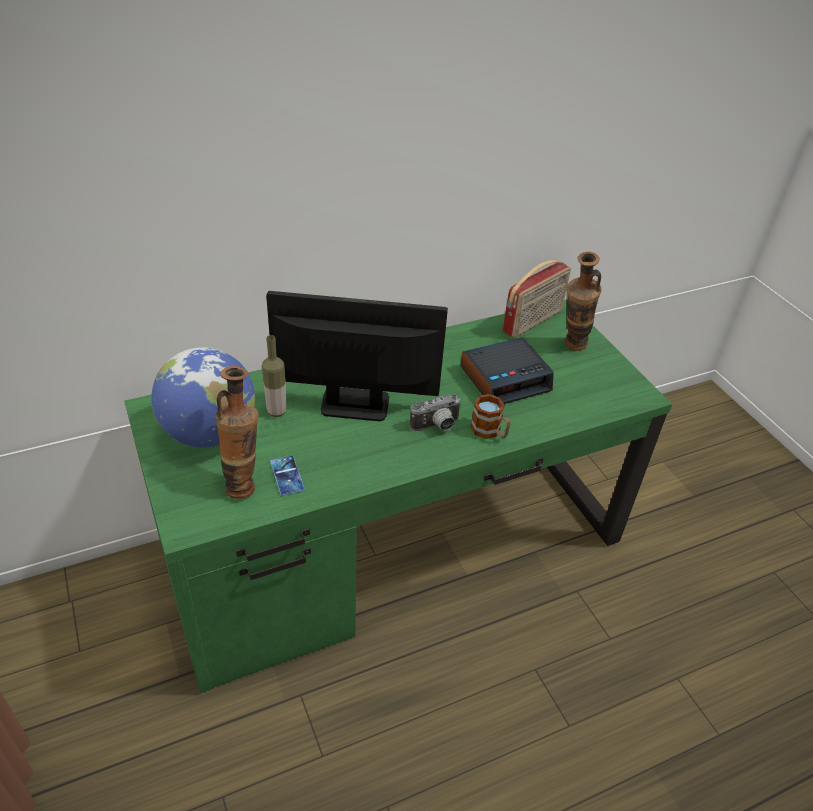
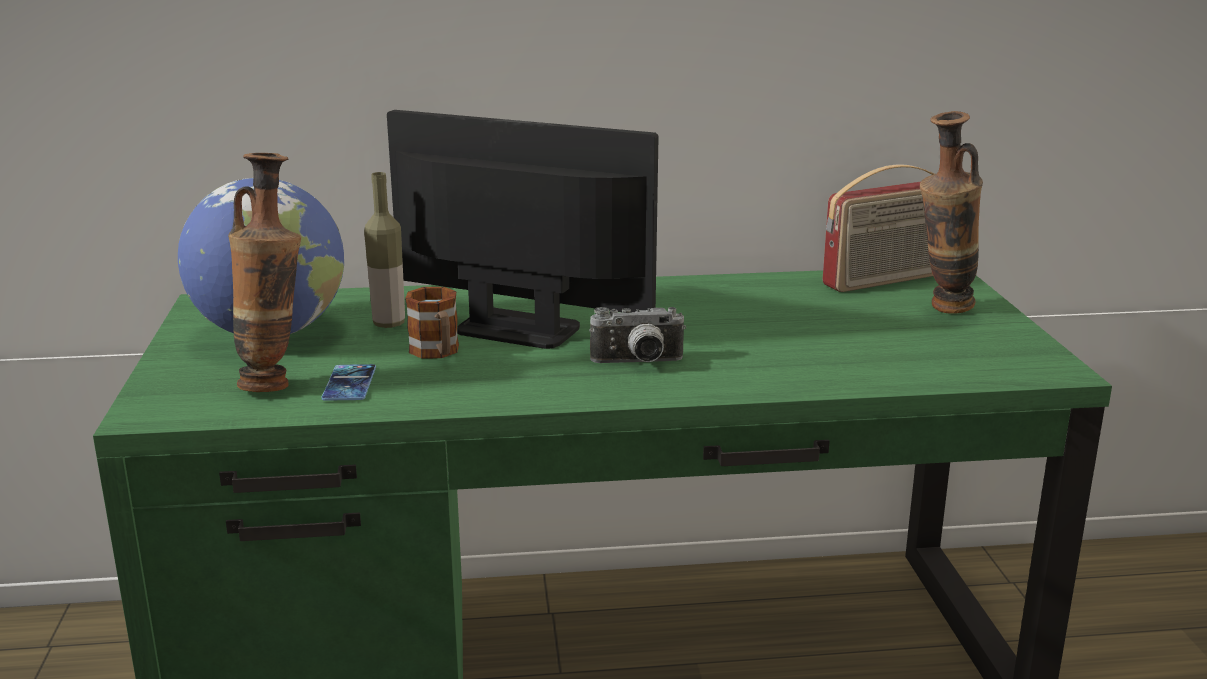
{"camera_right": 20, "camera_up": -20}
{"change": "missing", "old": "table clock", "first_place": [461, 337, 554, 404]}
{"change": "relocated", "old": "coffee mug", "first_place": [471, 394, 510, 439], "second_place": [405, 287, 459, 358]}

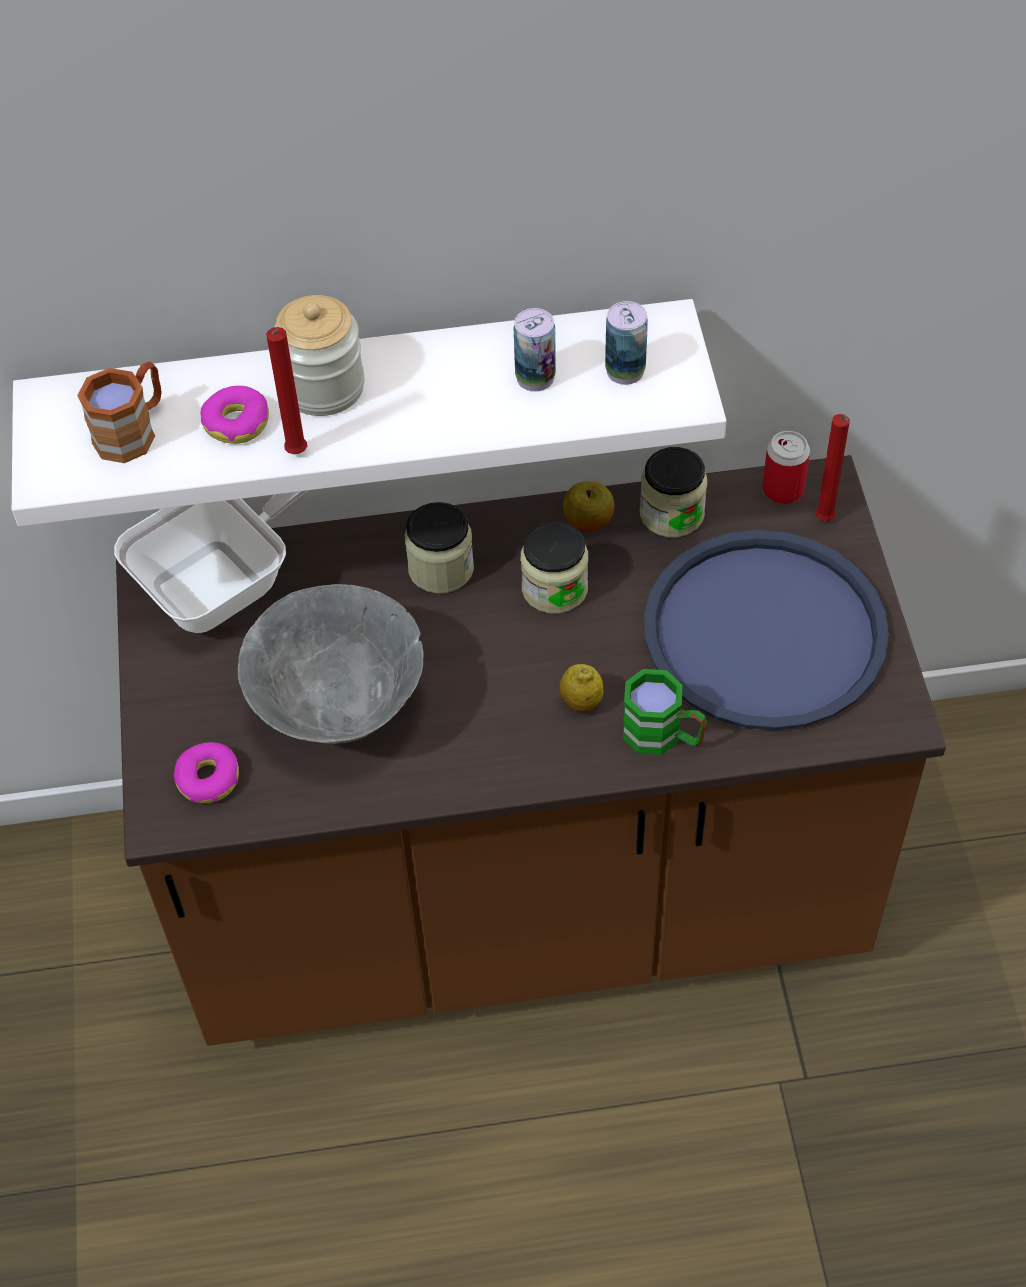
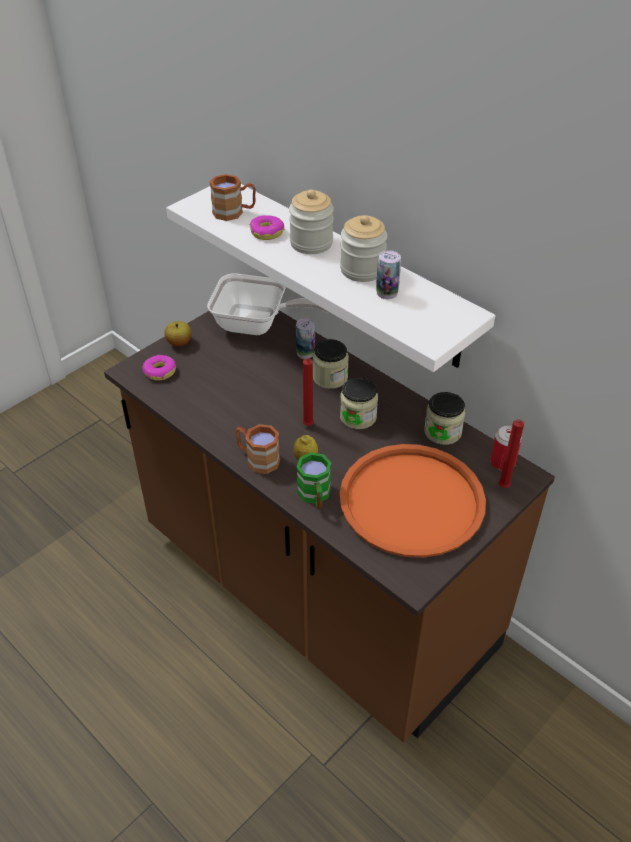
{"camera_right": 50, "camera_up": -10}
{"change": "relocated", "old": "sealed can", "first_place": [605, 301, 648, 385], "second_place": [296, 318, 315, 358]}
{"change": "relocated", "old": "wax candle (red-coloured)", "first_place": [266, 327, 307, 454], "second_place": [299, 357, 314, 426]}
{"change": "relocated", "old": "whole apple", "first_place": [563, 481, 615, 532], "second_place": [164, 321, 192, 347]}
{"change": "colour", "old": "carrying tray (bluish)", "new": "carrying tray (orange)", "first_place": [644, 530, 889, 730], "second_place": [340, 444, 486, 558]}
{"change": "missing", "old": "bowl (gray)", "first_place": [238, 584, 424, 744]}
{"change": "appeared", "new": "preserve jar", "second_place": [340, 215, 387, 282]}
{"change": "appeared", "new": "coffee mug (brown)", "second_place": [235, 424, 280, 474]}

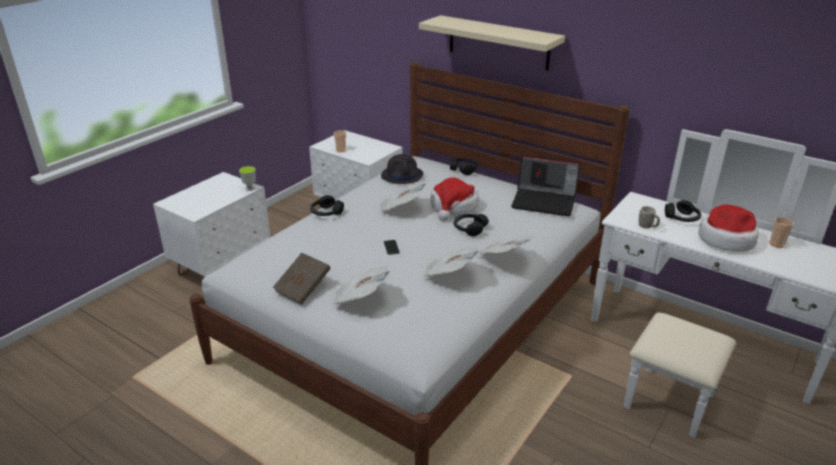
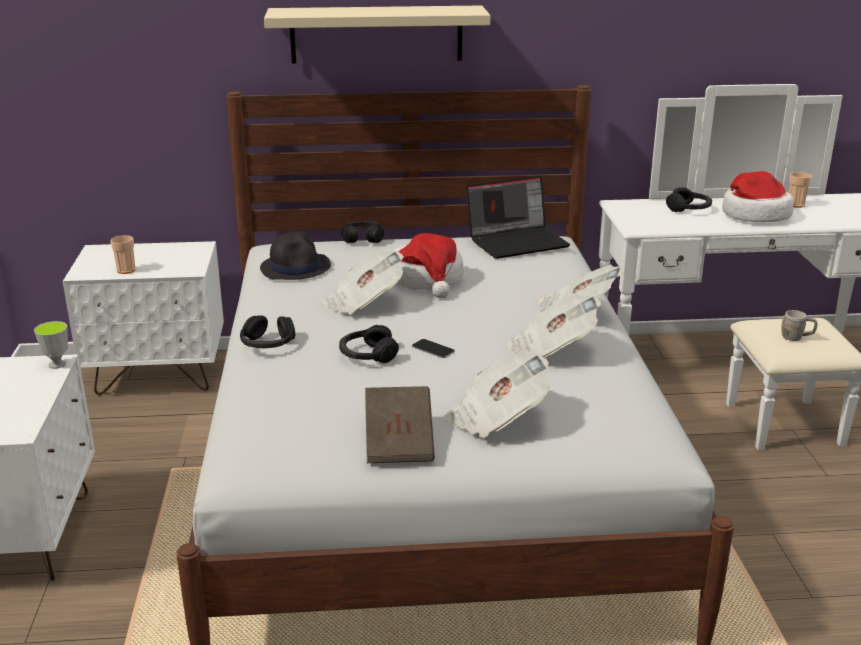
{"camera_right": -40, "camera_up": -5}
{"change": "relocated", "old": "coffee mug (gray)", "first_place": [639, 206, 660, 228], "second_place": [781, 310, 818, 341]}
{"change": "relocated", "old": "headset (black)", "first_place": [454, 214, 489, 236], "second_place": [339, 325, 399, 363]}

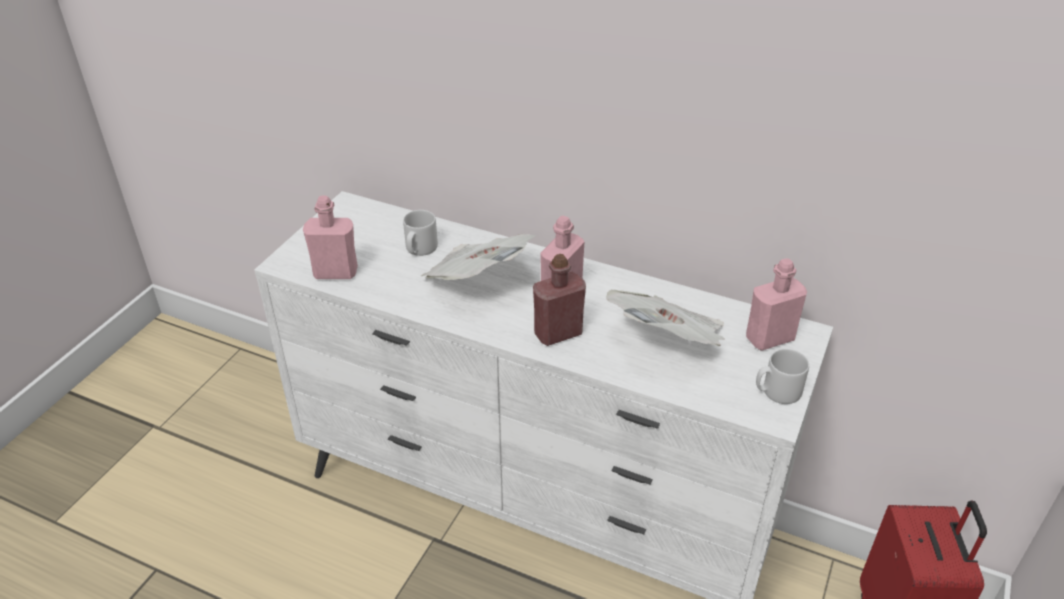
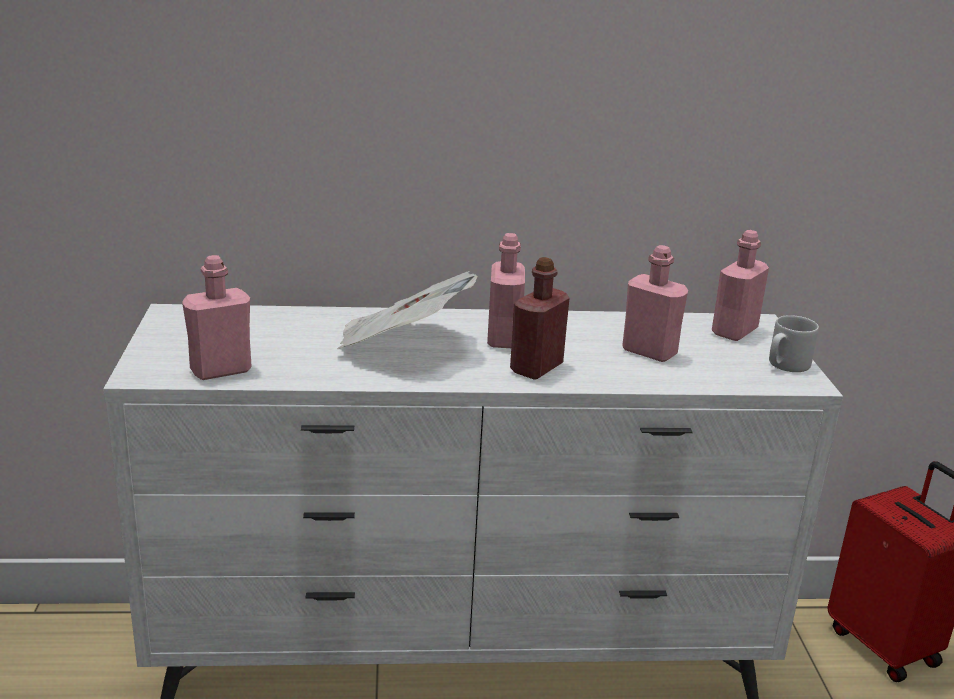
{"camera_right": -30, "camera_up": -15}
{"change": "missing", "old": "coffee mug (gray)", "first_place": [403, 210, 438, 256]}
{"change": "exchanged", "old": "newspaper", "new": "beverage bottle (pinkish)", "first_place": [606, 290, 725, 346], "second_place": [622, 245, 688, 362]}

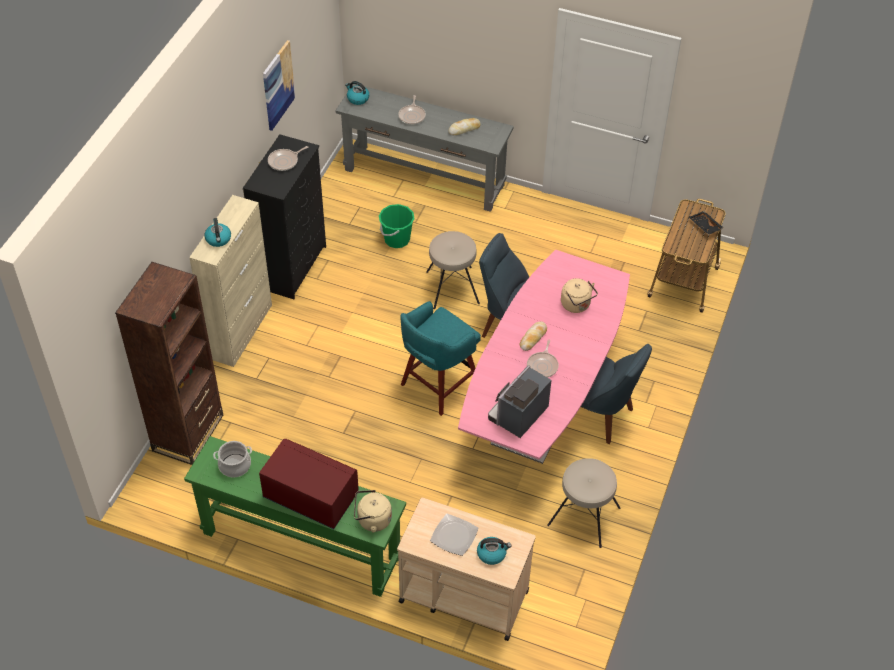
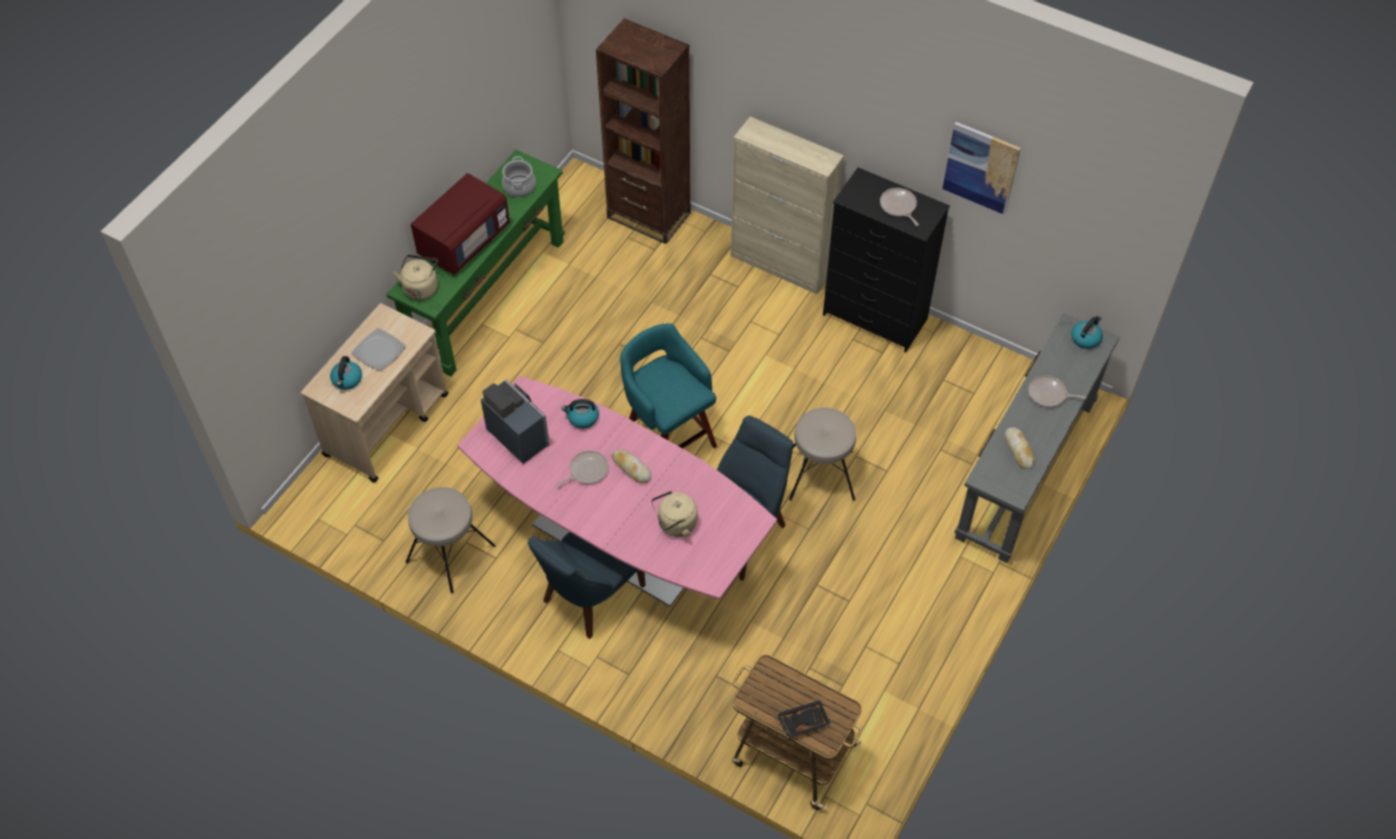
{"camera_right": 100, "camera_up": 5}
{"change": "missing", "old": "water bucket (green)", "first_place": [379, 204, 415, 248]}
{"change": "relocated", "old": "water kettle", "first_place": [204, 218, 231, 247], "second_place": [561, 399, 599, 429]}
{"change": "spun", "old": "pan", "first_place": [527, 339, 559, 378], "second_place": [556, 450, 609, 487], "degrees": 120}

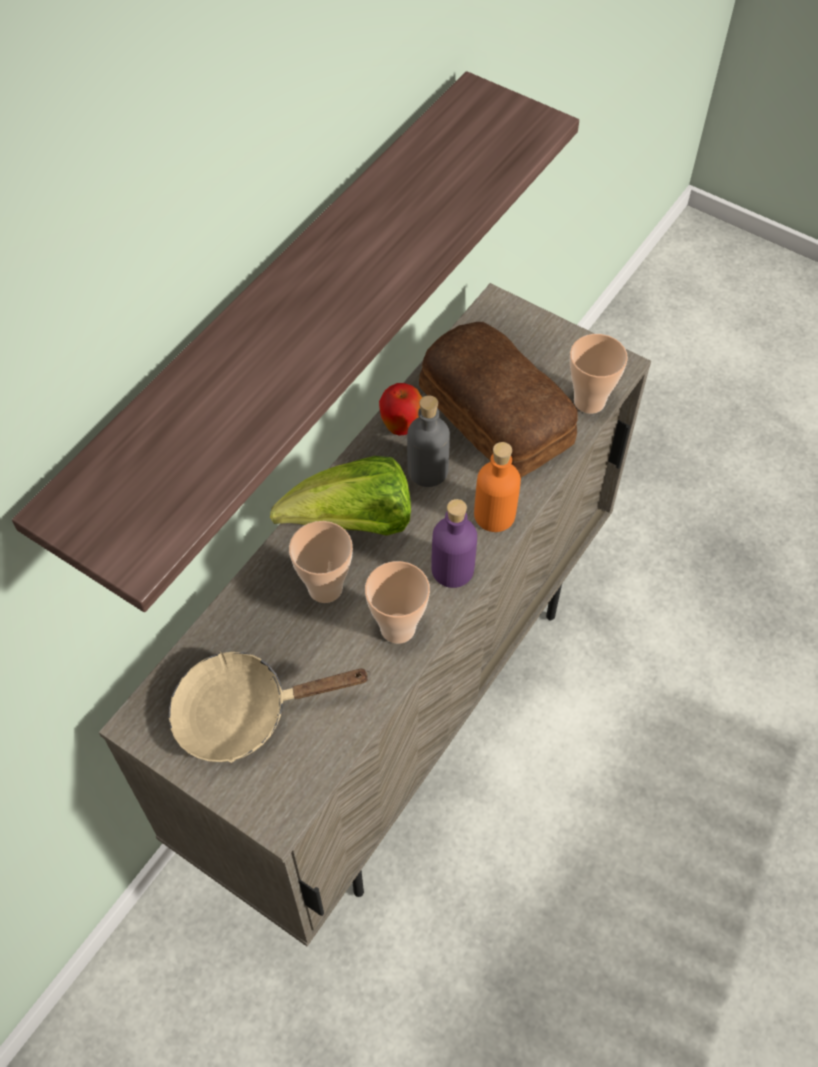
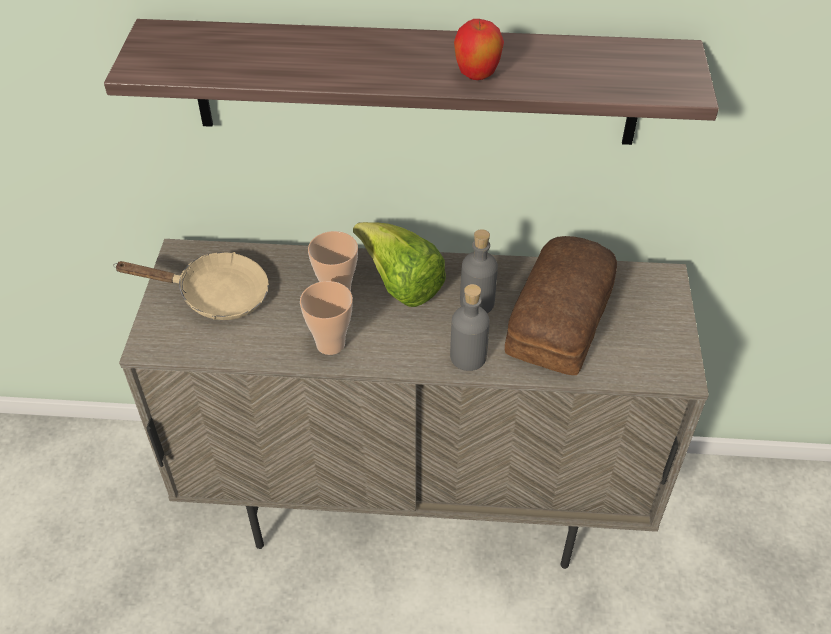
{"camera_right": 60, "camera_up": -10}
{"change": "missing", "old": "cup", "first_place": [570, 334, 628, 414]}
{"change": "relocated", "old": "whole apple", "first_place": [379, 383, 422, 436], "second_place": [454, 19, 504, 80]}
{"change": "colour", "old": "beverage bottle (orange)", "new": "beverage bottle (gray)", "first_place": [474, 442, 521, 532], "second_place": [450, 284, 490, 371]}
{"change": "missing", "old": "beverage bottle (purplish)", "first_place": [431, 499, 477, 588]}
{"change": "spun", "old": "pan (sand-coloured)", "first_place": [169, 651, 371, 763], "second_place": [113, 252, 269, 320], "degrees": 135}

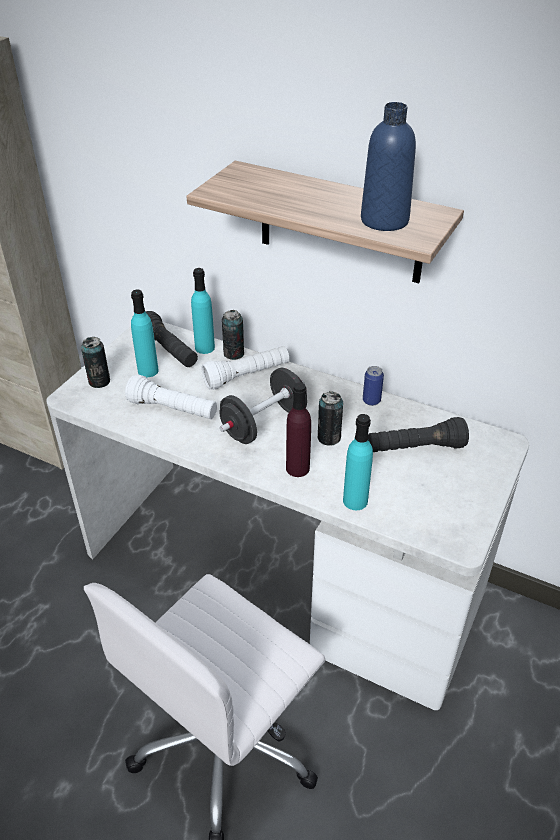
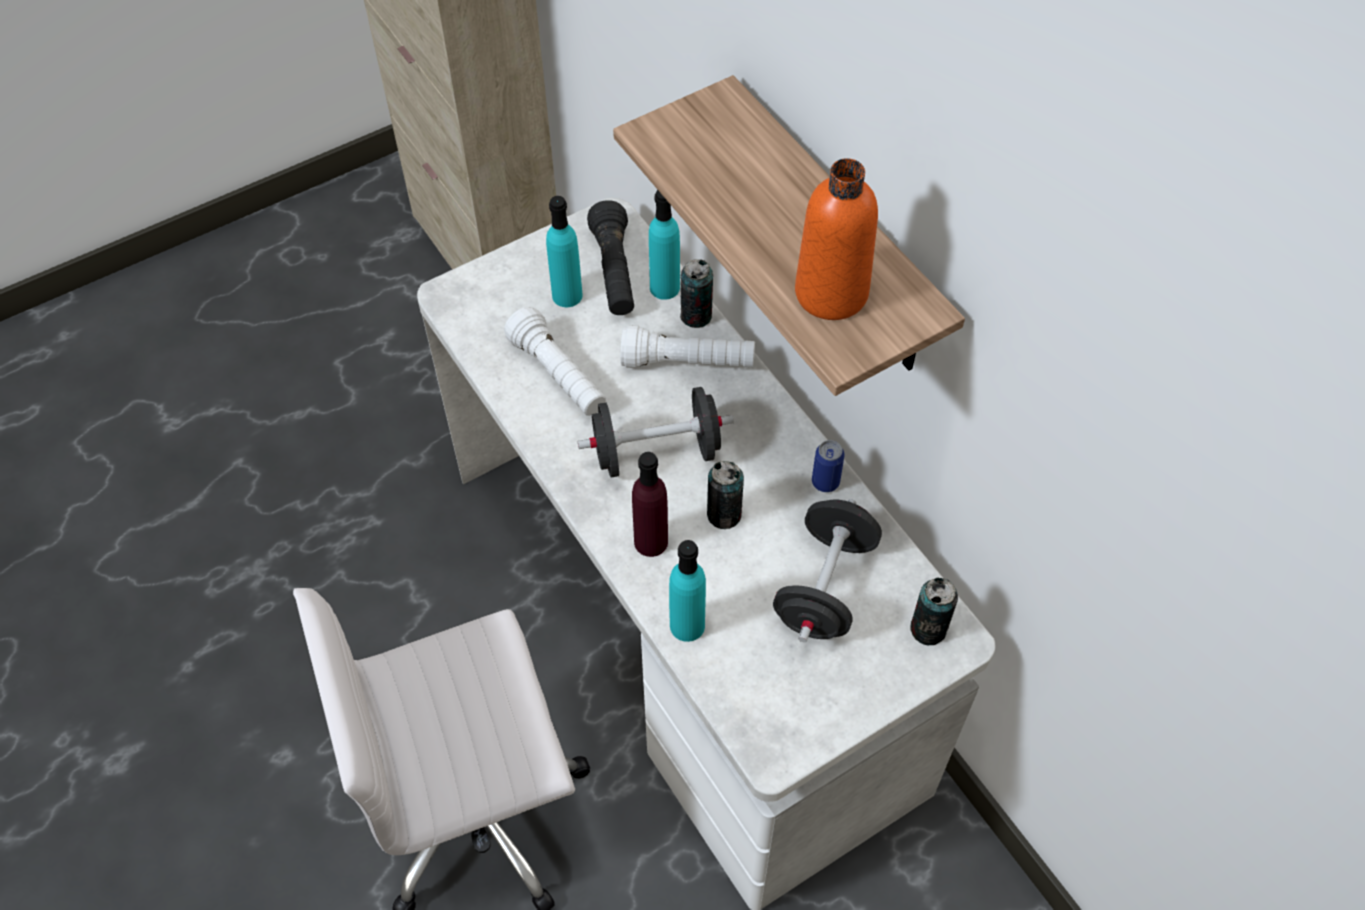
{"camera_right": 30, "camera_up": 15}
{"change": "colour", "old": "beverage bottle (bluish)", "new": "beverage bottle (orange)", "first_place": [361, 102, 416, 231], "second_place": [795, 158, 878, 320]}
{"change": "relocated", "old": "sealed can", "first_place": [81, 337, 110, 388], "second_place": [910, 578, 958, 646]}
{"change": "exchanged", "old": "torch (black)", "new": "free weight (black)", "first_place": [368, 417, 469, 452], "second_place": [773, 499, 882, 642]}

